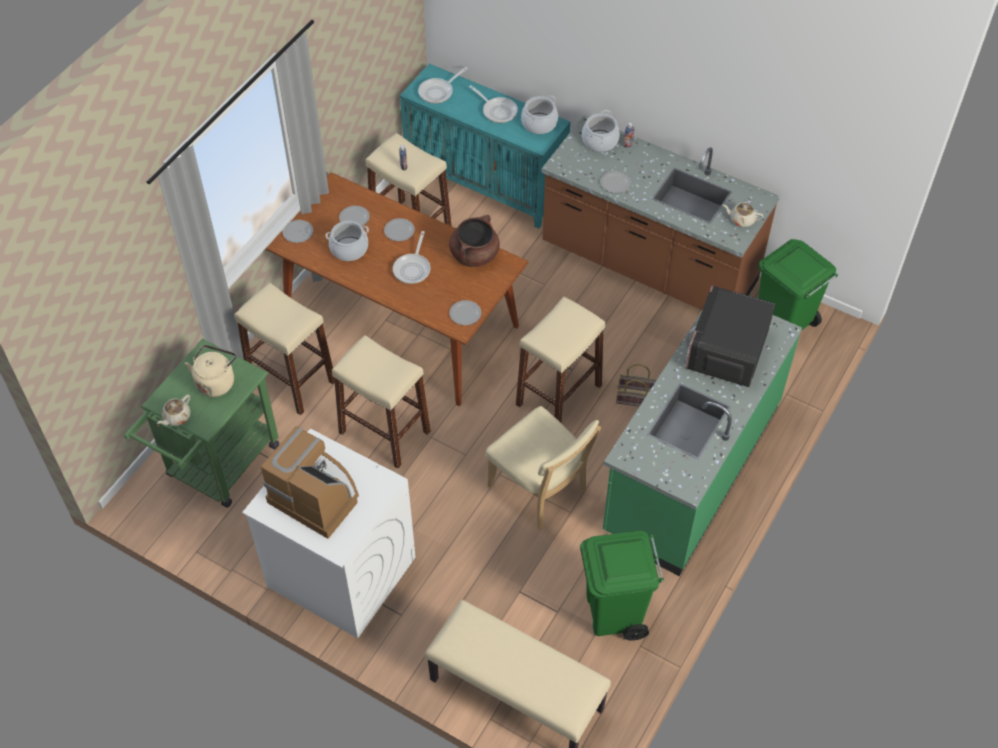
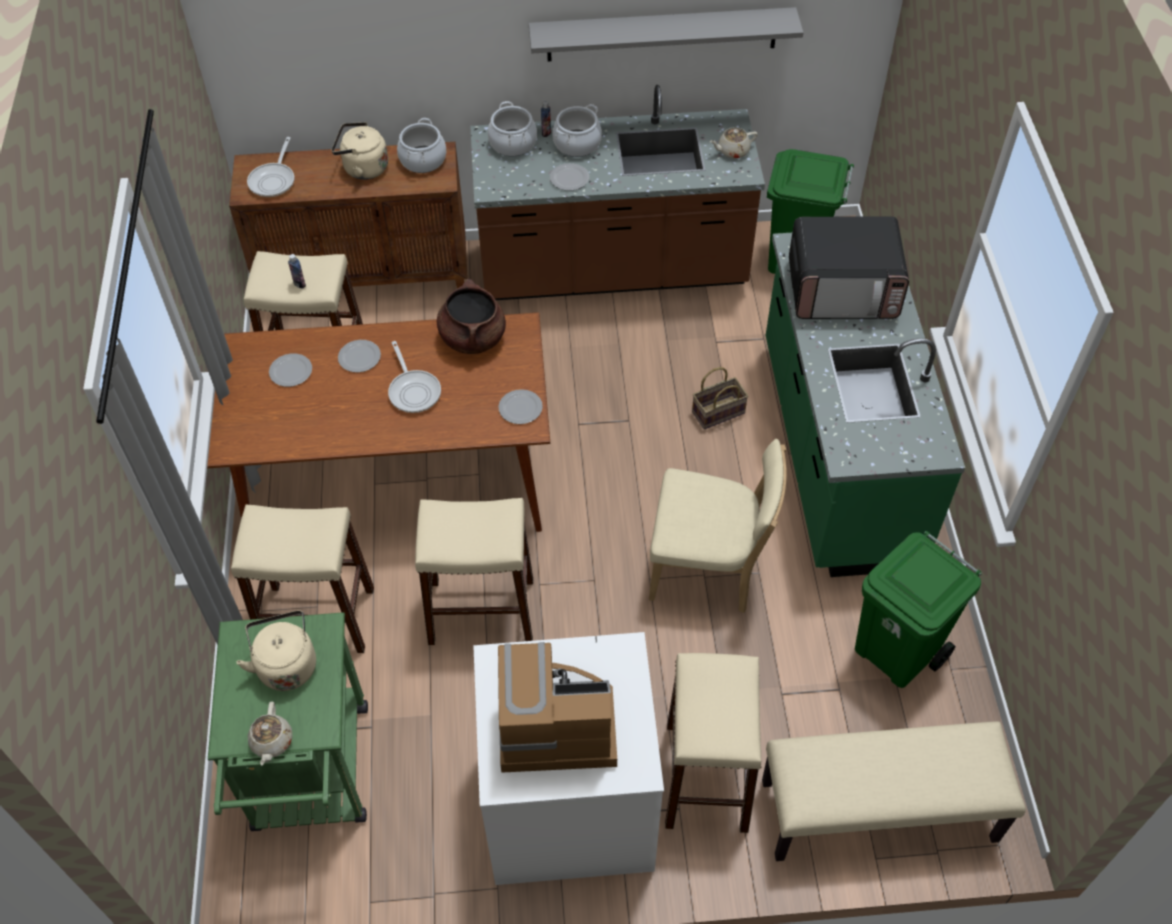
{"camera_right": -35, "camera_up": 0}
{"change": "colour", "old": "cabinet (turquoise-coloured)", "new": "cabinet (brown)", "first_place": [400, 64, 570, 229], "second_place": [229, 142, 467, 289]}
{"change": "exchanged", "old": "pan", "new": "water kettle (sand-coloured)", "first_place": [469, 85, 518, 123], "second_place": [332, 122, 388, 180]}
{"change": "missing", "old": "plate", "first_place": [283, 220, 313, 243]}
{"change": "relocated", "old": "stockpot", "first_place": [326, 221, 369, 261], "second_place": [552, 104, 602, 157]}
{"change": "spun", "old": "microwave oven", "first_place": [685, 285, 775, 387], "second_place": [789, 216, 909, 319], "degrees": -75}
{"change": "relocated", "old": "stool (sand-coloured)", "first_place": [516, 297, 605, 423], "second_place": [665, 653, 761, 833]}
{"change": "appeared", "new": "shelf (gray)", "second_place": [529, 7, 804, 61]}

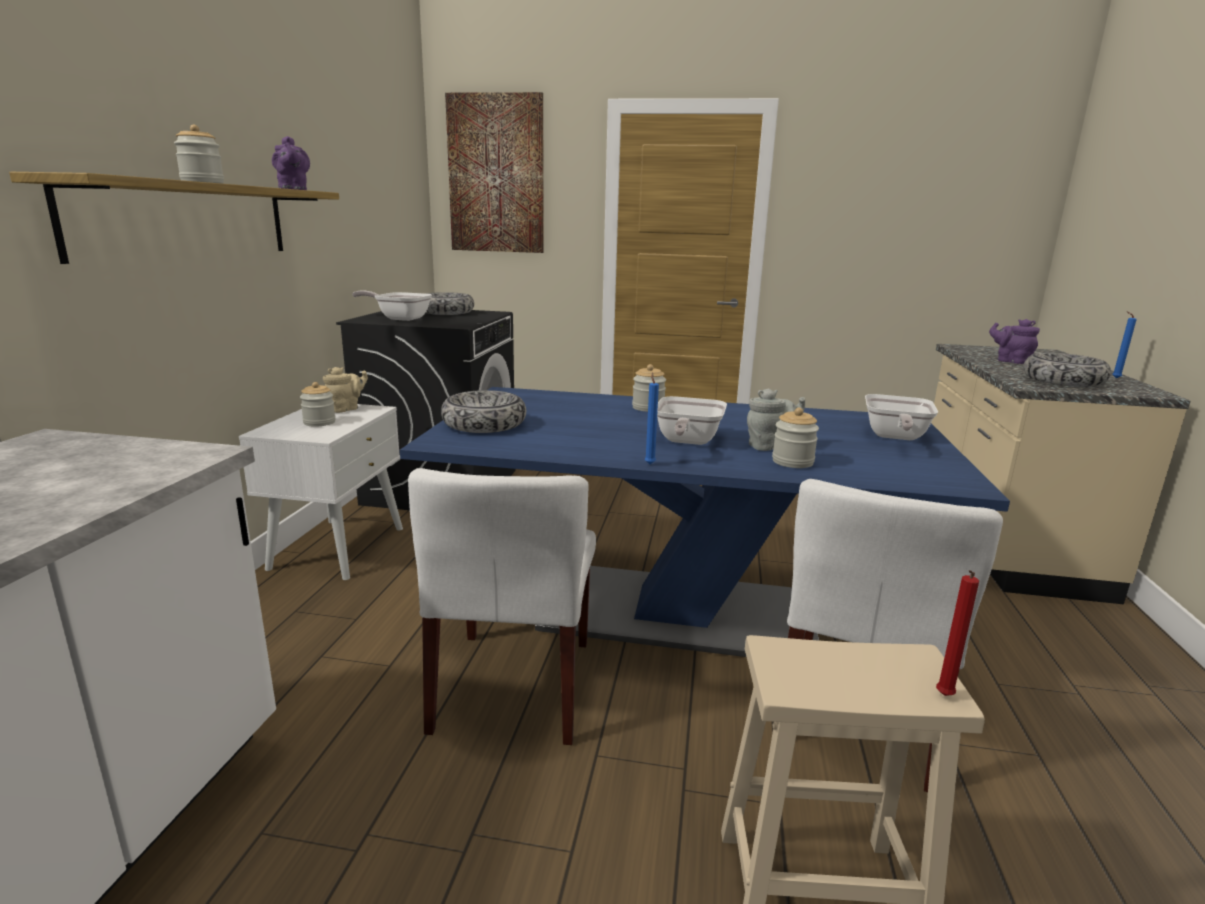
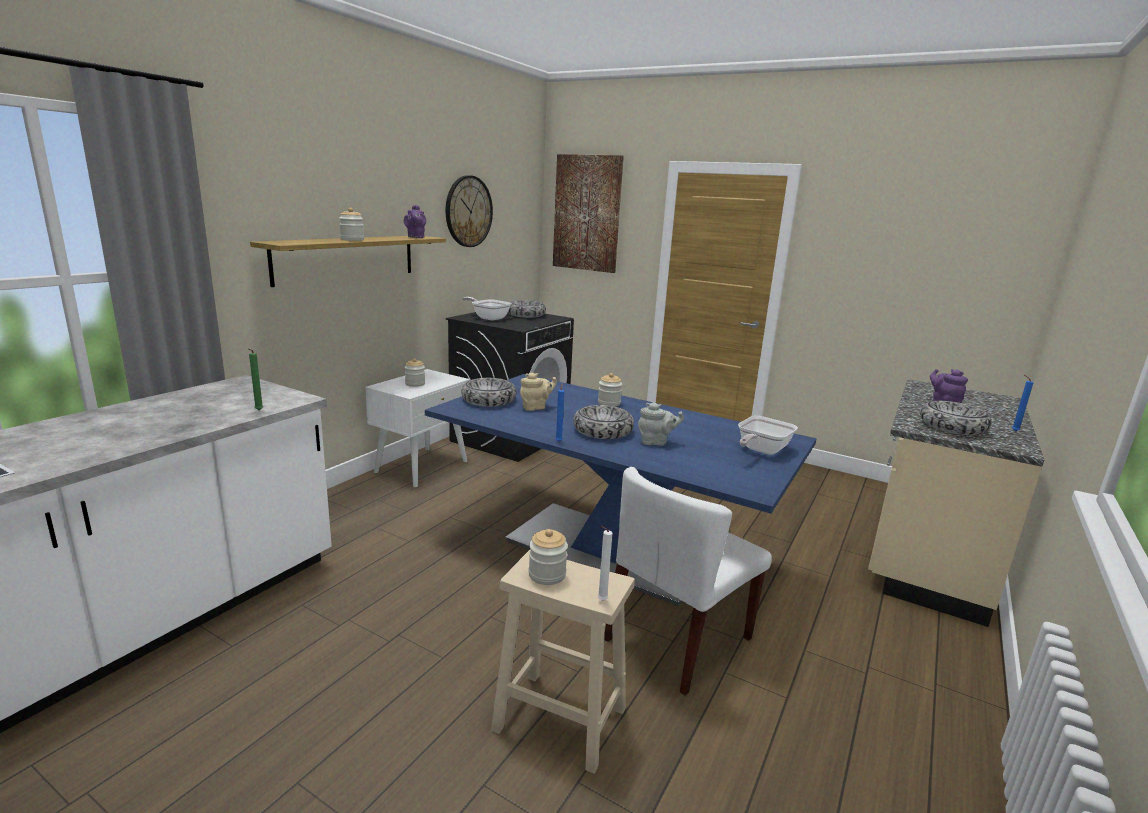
{"camera_right": 20, "camera_up": 0}
{"change": "relocated", "old": "teapot (sand-coloured)", "first_place": [323, 367, 368, 413], "second_place": [520, 372, 557, 411]}
{"change": "exchanged", "old": "pan", "new": "bowl", "first_place": [657, 396, 727, 445], "second_place": [573, 405, 634, 439]}
{"change": "relocated", "old": "preserve jar", "first_place": [772, 408, 819, 468], "second_place": [529, 529, 568, 585]}
{"change": "missing", "old": "upright chair (white-coloured)", "first_place": [408, 468, 596, 745]}
{"change": "colour", "old": "wax candle (red-coloured)", "new": "wax candle (white-coloured)", "first_place": [936, 570, 979, 696], "second_place": [598, 526, 612, 601]}
{"change": "appeared", "new": "clock on the wall", "second_place": [446, 175, 493, 247]}
{"change": "appeared", "new": "wax candle (green)", "second_place": [249, 349, 263, 411]}

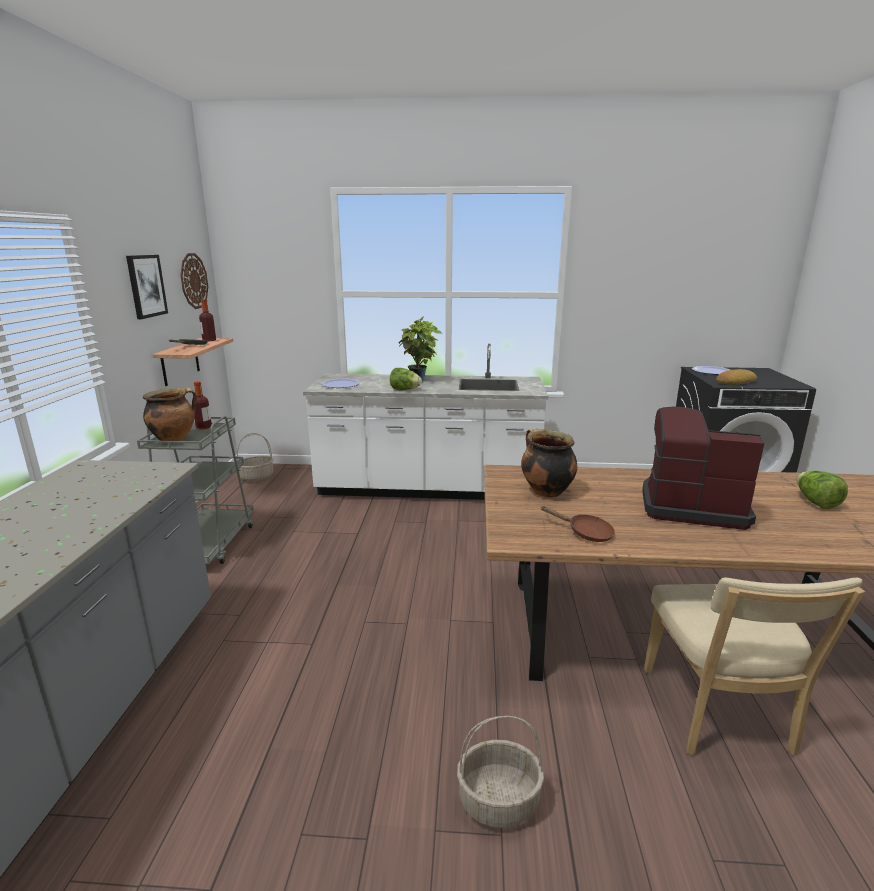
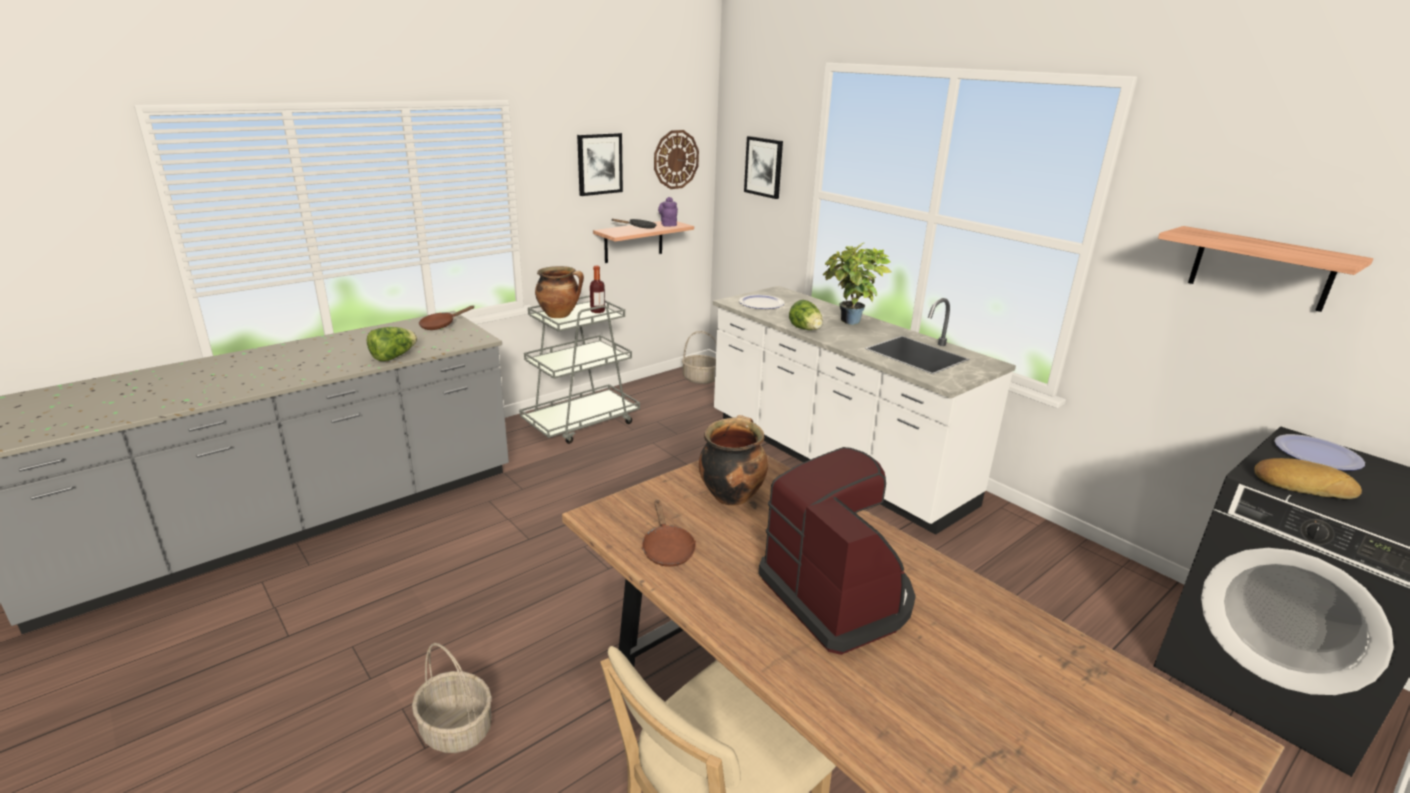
{"camera_right": 45, "camera_up": 5}
{"change": "exchanged", "old": "beverage bottle", "new": "teapot (purplish)", "first_place": [199, 299, 216, 341], "second_place": [658, 197, 678, 227]}
{"change": "relocated", "old": "lettuce", "first_place": [797, 470, 848, 509], "second_place": [367, 327, 417, 361]}
{"change": "appeared", "new": "picture", "second_place": [744, 136, 783, 199]}
{"change": "appeared", "new": "shelf", "second_place": [1158, 226, 1373, 312]}
{"change": "appeared", "new": "pan (brown)", "second_place": [419, 305, 474, 330]}

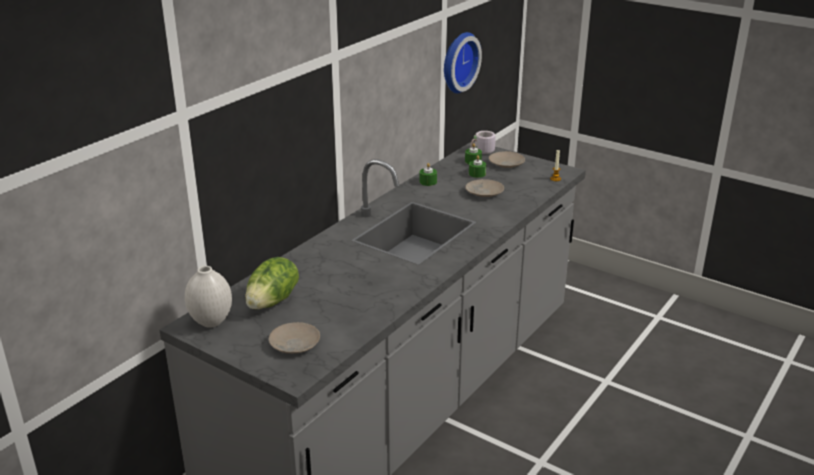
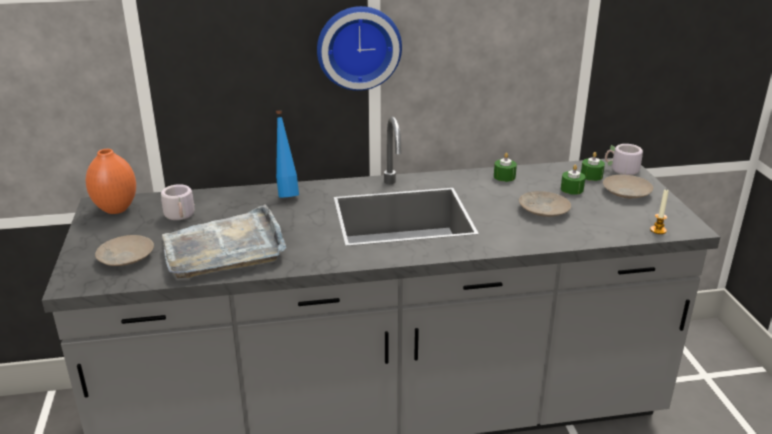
{"camera_right": 45, "camera_up": 0}
{"change": "relocated", "old": "clock on the wall", "first_place": [444, 32, 482, 93], "second_place": [317, 6, 402, 91]}
{"change": "exchanged", "old": "lettuce", "new": "coffee mug (gray)", "first_place": [246, 257, 299, 309], "second_place": [161, 184, 195, 220]}
{"change": "colour", "old": "decorative vase (white-coloured)", "new": "decorative vase (orange)", "first_place": [185, 266, 232, 328], "second_place": [86, 149, 136, 214]}
{"change": "appeared", "new": "beverage bottle (bluish)", "second_place": [276, 110, 299, 197]}
{"change": "appeared", "new": "carrying tray (gray)", "second_place": [162, 204, 286, 279]}

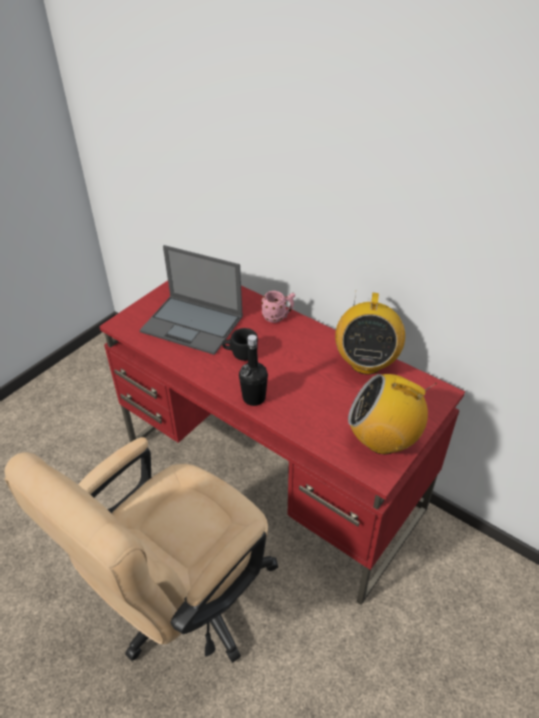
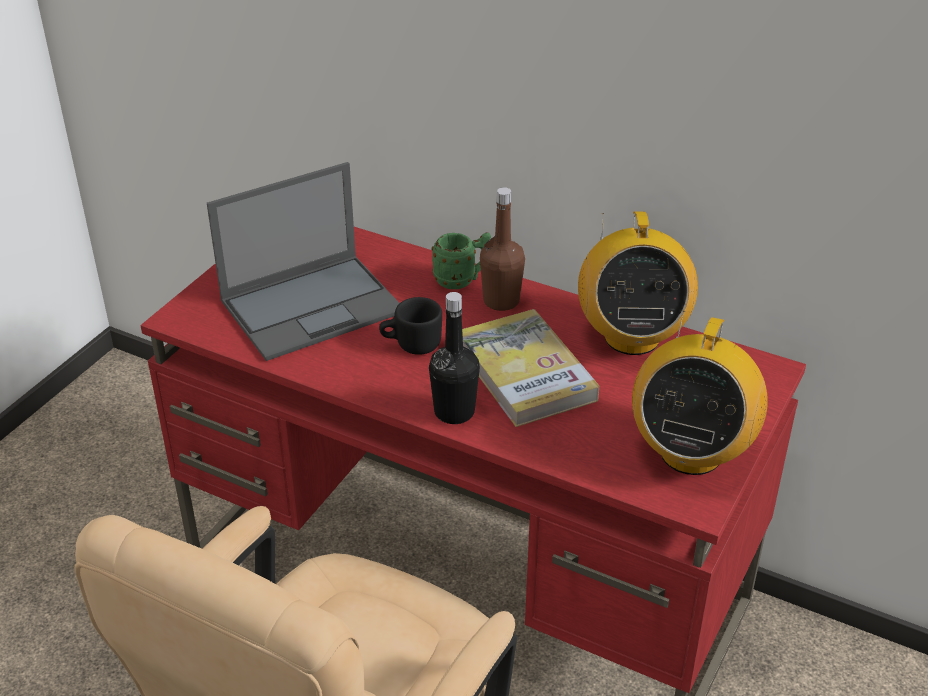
{"camera_right": -10, "camera_up": -5}
{"change": "spun", "old": "portable computer", "first_place": [140, 245, 243, 355], "second_place": [207, 162, 400, 361], "degrees": -45}
{"change": "colour", "old": "coffee mug (pinkish)", "new": "coffee mug (green)", "first_place": [262, 291, 295, 323], "second_place": [431, 232, 491, 289]}
{"change": "spun", "old": "radio receiver", "first_place": [348, 374, 437, 454], "second_place": [632, 311, 768, 475], "degrees": -75}
{"change": "appeared", "new": "beverage bottle (brown)", "second_place": [480, 187, 525, 311]}
{"change": "appeared", "new": "bound book", "second_place": [462, 309, 599, 427]}

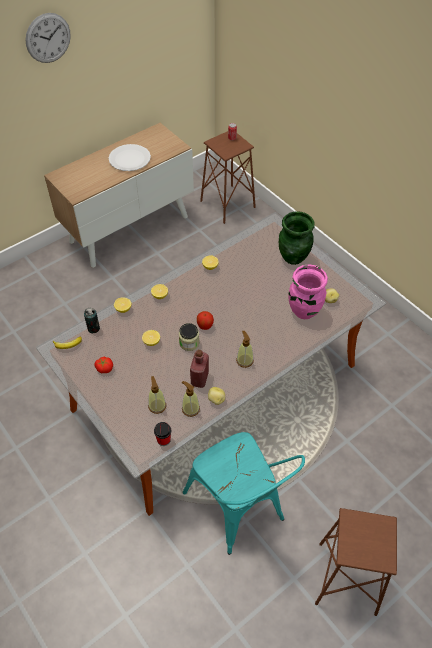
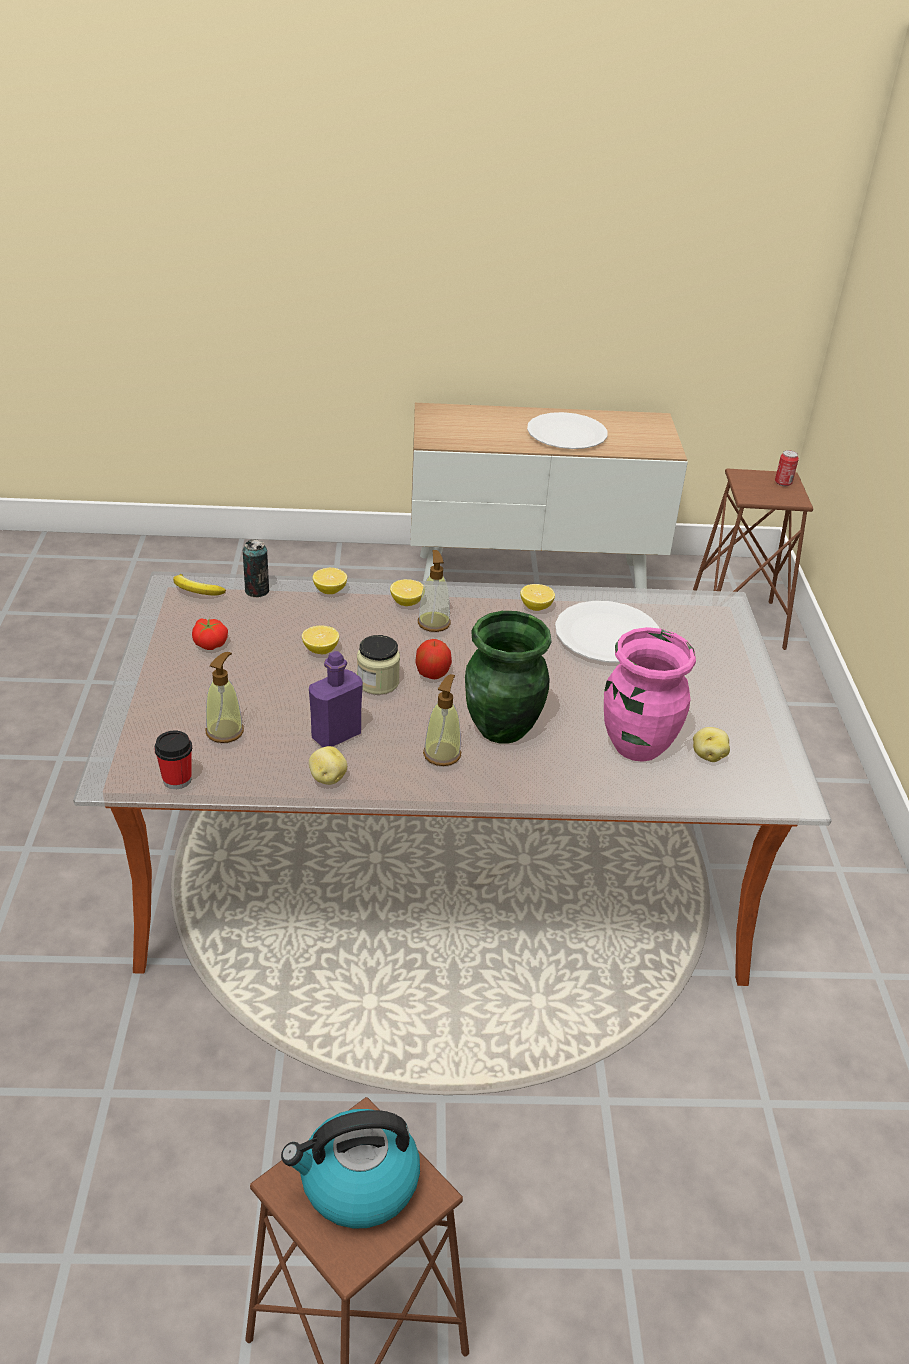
{"camera_right": 35, "camera_up": -15}
{"change": "missing", "old": "clock on the wall", "first_place": [25, 13, 71, 63]}
{"change": "relocated", "old": "decorative vase (green)", "first_place": [279, 211, 315, 265], "second_place": [465, 611, 551, 744]}
{"change": "colour", "old": "beverage bottle (red-coloured)", "new": "beverage bottle (purplish)", "first_place": [190, 350, 209, 388], "second_place": [309, 651, 363, 747]}
{"change": "relocated", "old": "liquid soap bottle", "first_place": [182, 381, 200, 417], "second_place": [418, 550, 451, 632]}
{"change": "missing", "old": "upright chair (turquoise-coloured)", "first_place": [183, 432, 305, 555]}
{"change": "appeared", "new": "plate (white-coloured)", "second_place": [555, 601, 660, 663]}
{"change": "appeared", "new": "water kettle", "second_place": [281, 1109, 420, 1229]}

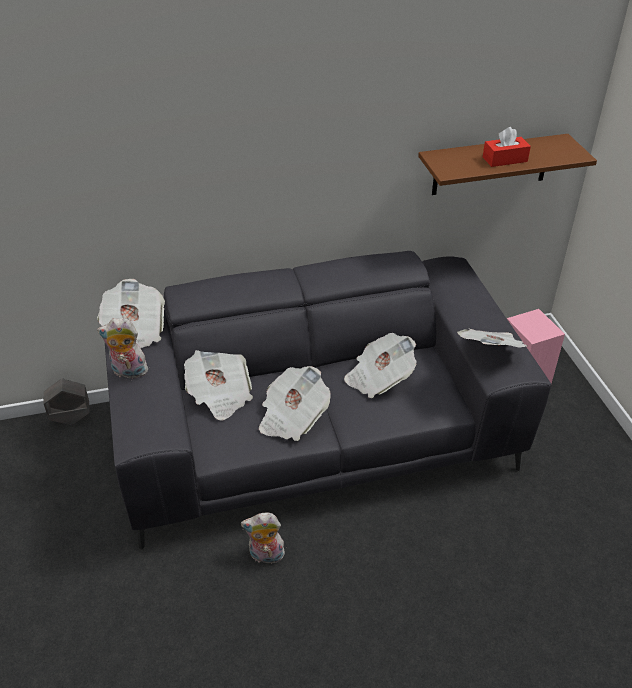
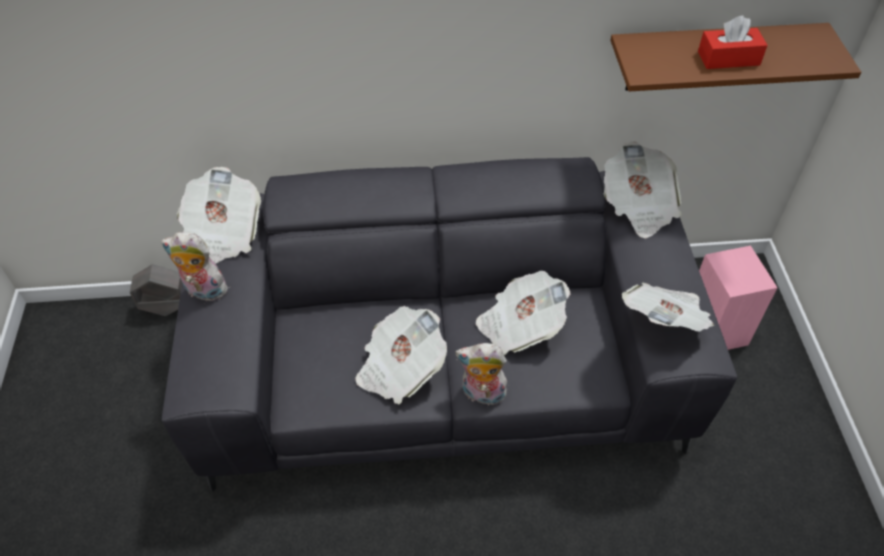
{"camera_right": 10, "camera_up": 10}
{"change": "relocated", "old": "newspaper", "first_place": [184, 350, 253, 421], "second_place": [604, 142, 682, 238]}
{"change": "relocated", "old": "plush toy", "first_place": [241, 513, 286, 564], "second_place": [456, 343, 507, 405]}

